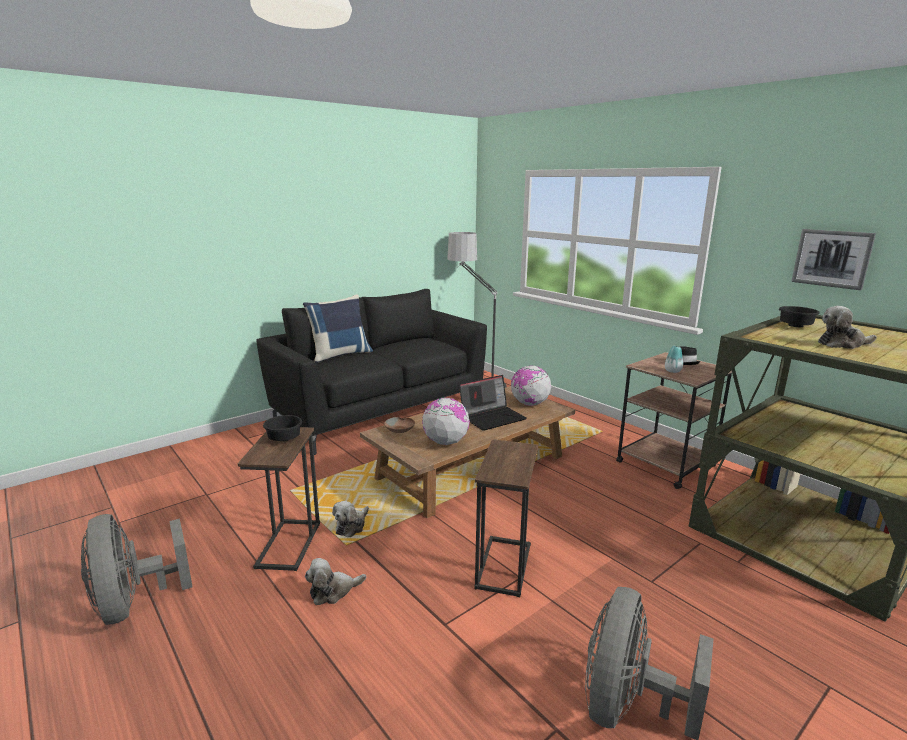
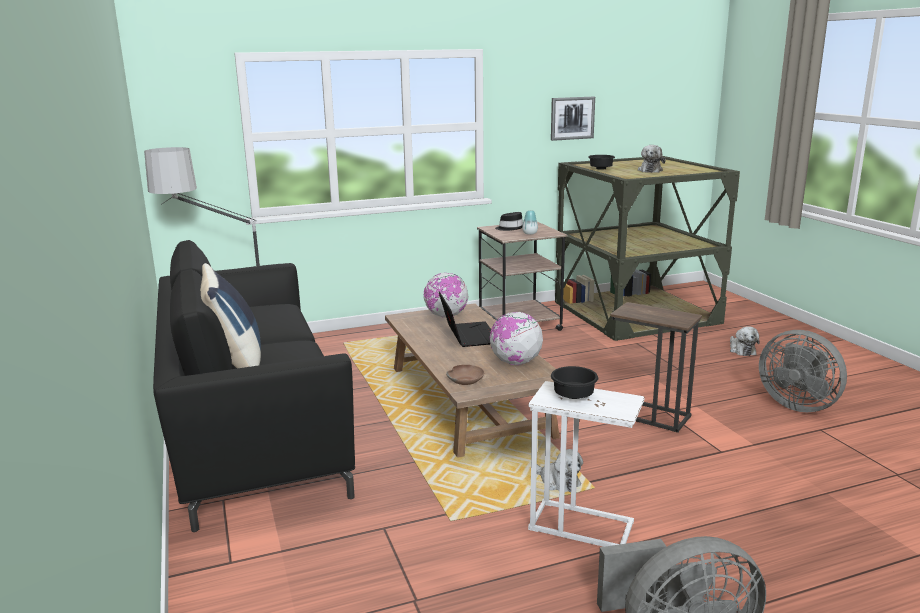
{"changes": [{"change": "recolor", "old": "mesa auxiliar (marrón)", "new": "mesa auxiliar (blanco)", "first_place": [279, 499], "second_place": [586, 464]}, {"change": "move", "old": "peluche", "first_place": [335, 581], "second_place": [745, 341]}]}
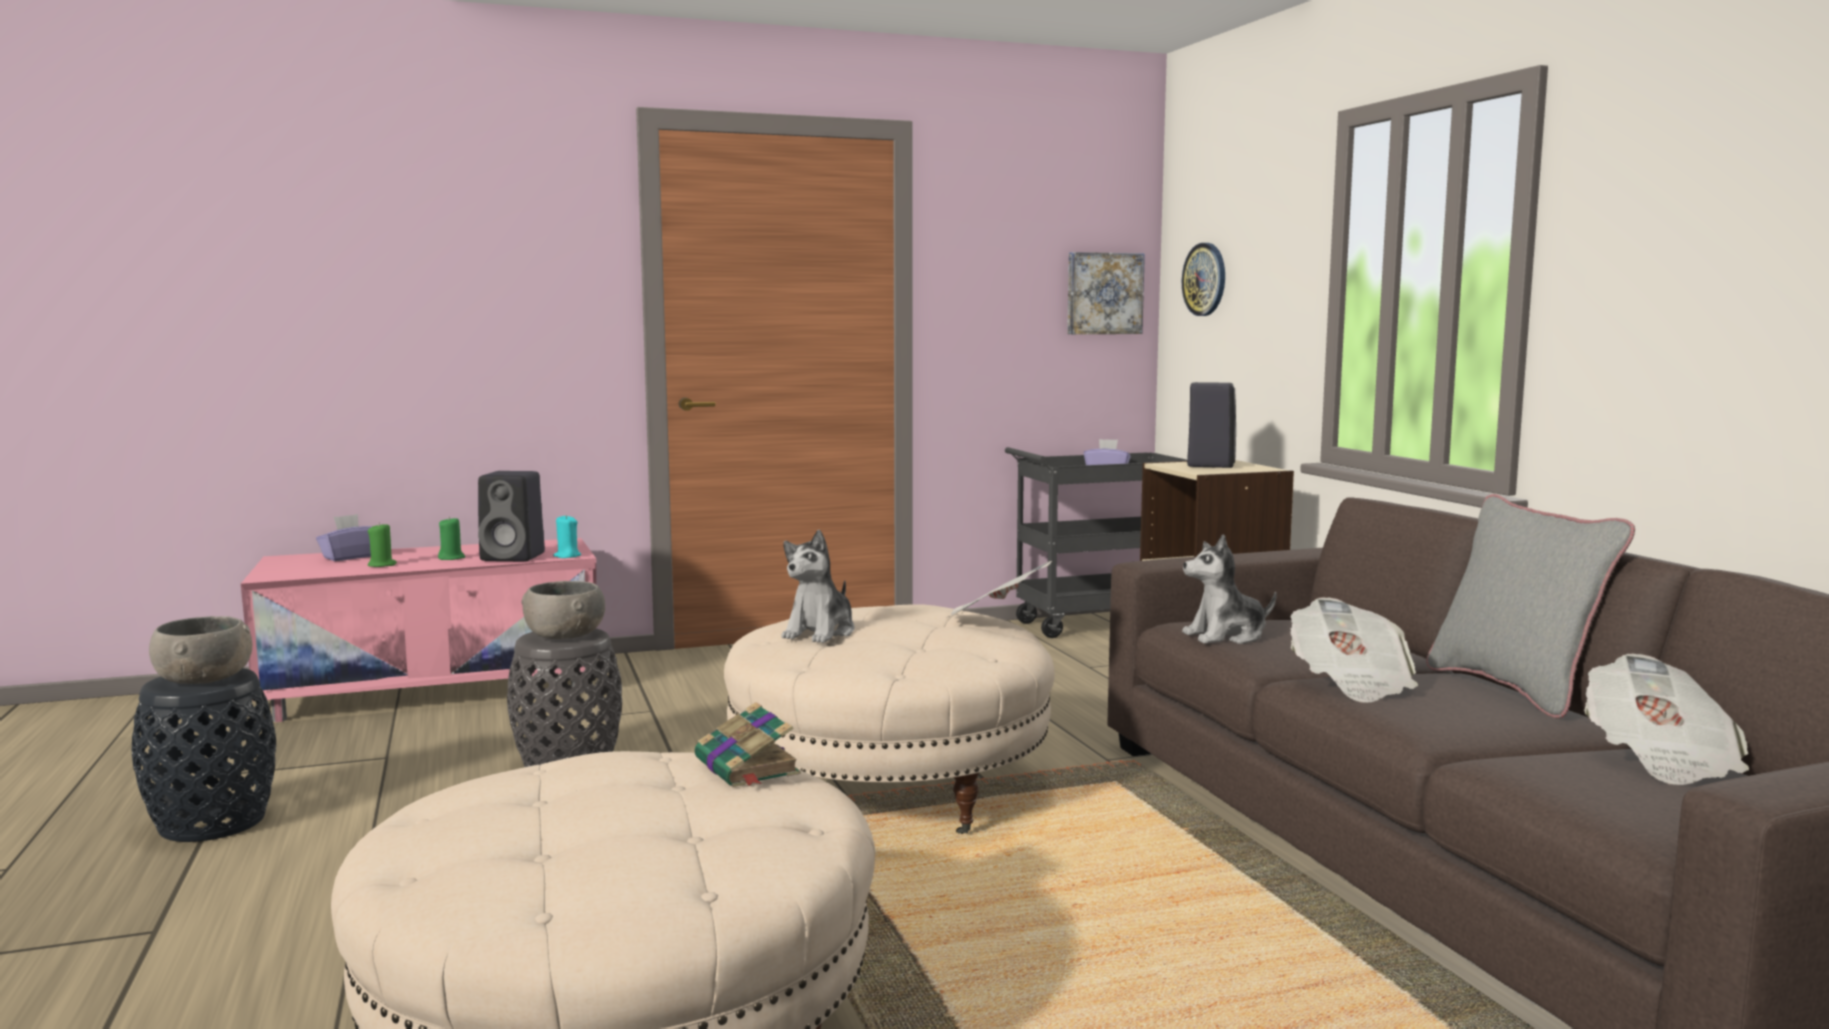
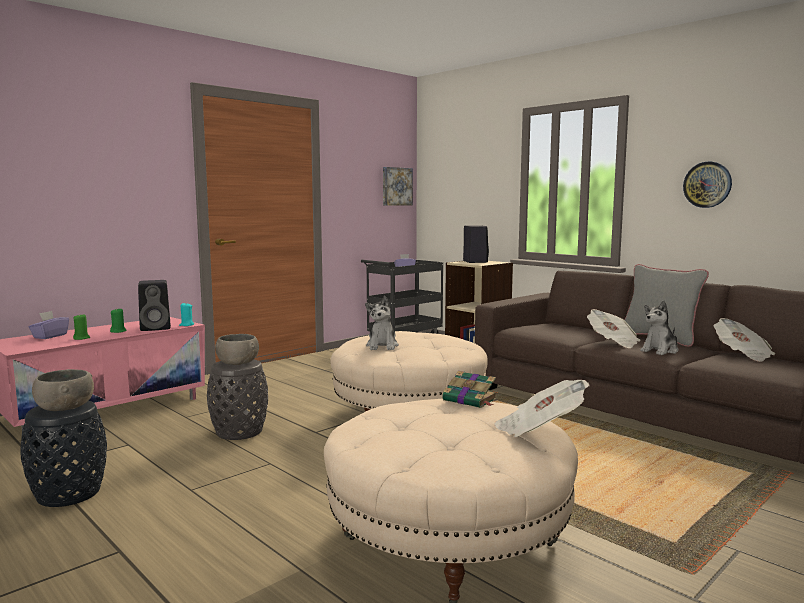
{"changes": [{"change": "move", "old": "reloj de pared", "first_place": [1203, 279], "second_place": [707, 184]}, {"change": "move", "old": "peluche", "first_place": [1229, 589], "second_place": [659, 328]}, {"change": "move", "old": "periódico", "first_place": [1001, 588], "second_place": [542, 408]}]}
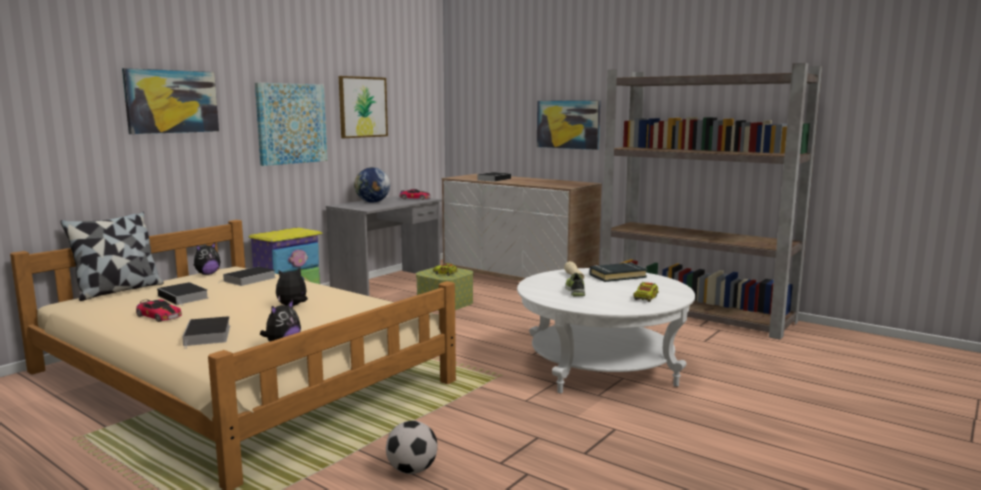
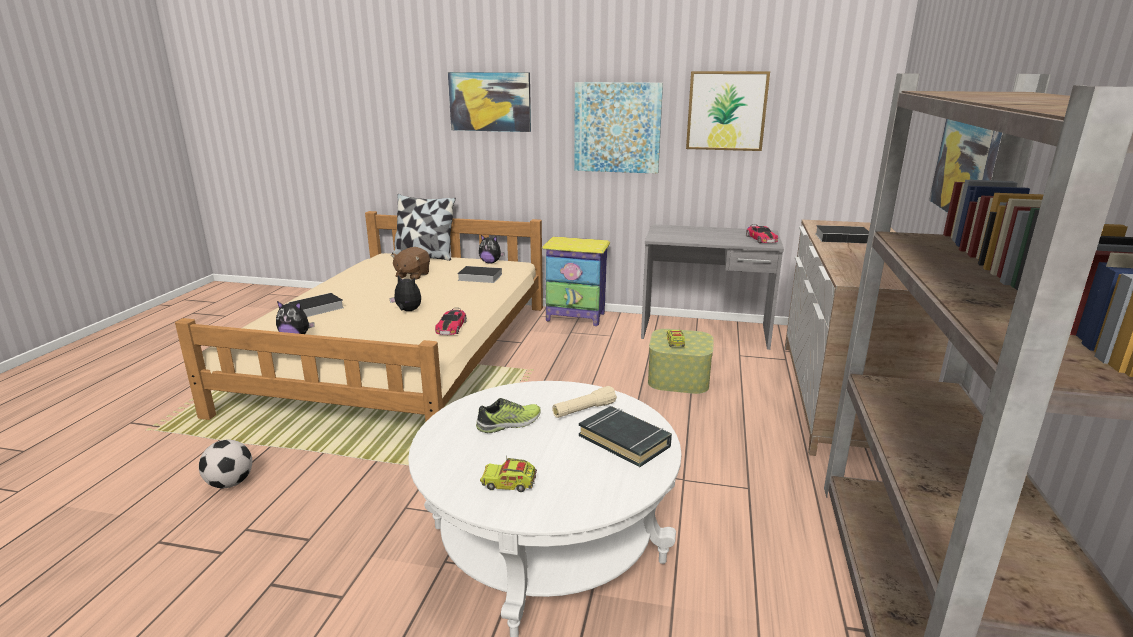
{"changes": [{"change": "delete", "old": "globo terráqueo", "first_place": [372, 185]}, {"change": "replace", "old": "libro", "new": "peluche (marrón)", "first_place": [182, 294], "second_place": [410, 263]}, {"change": "move", "old": "coche de juguete", "first_place": [159, 310], "second_place": [451, 321]}]}
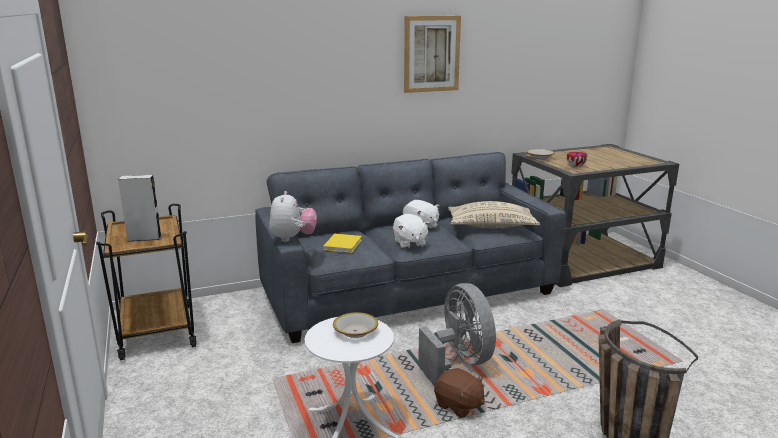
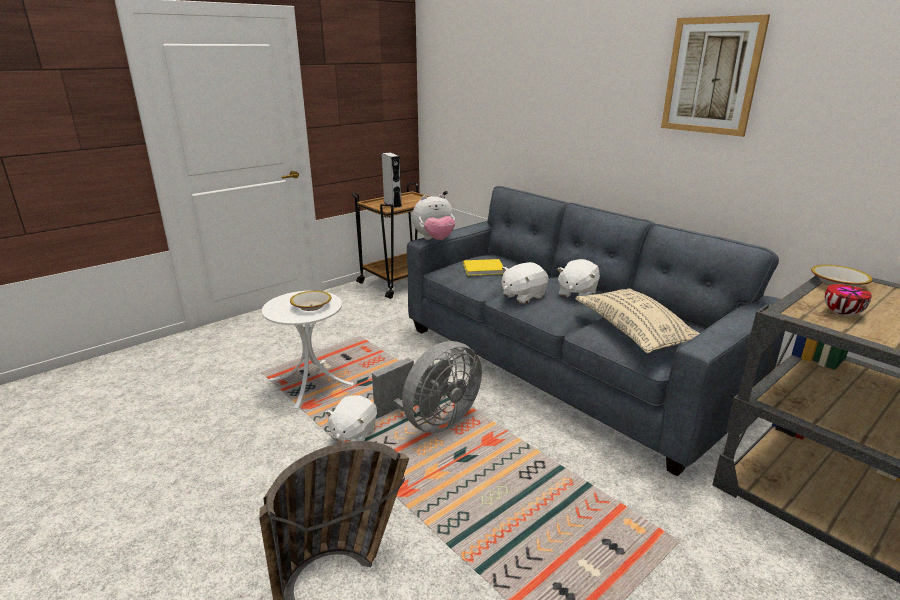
{"changes": [{"change": "recolor", "old": "peluche (marrón)", "new": "peluche (blanco)", "first_place": [459, 393], "second_place": [351, 418]}]}
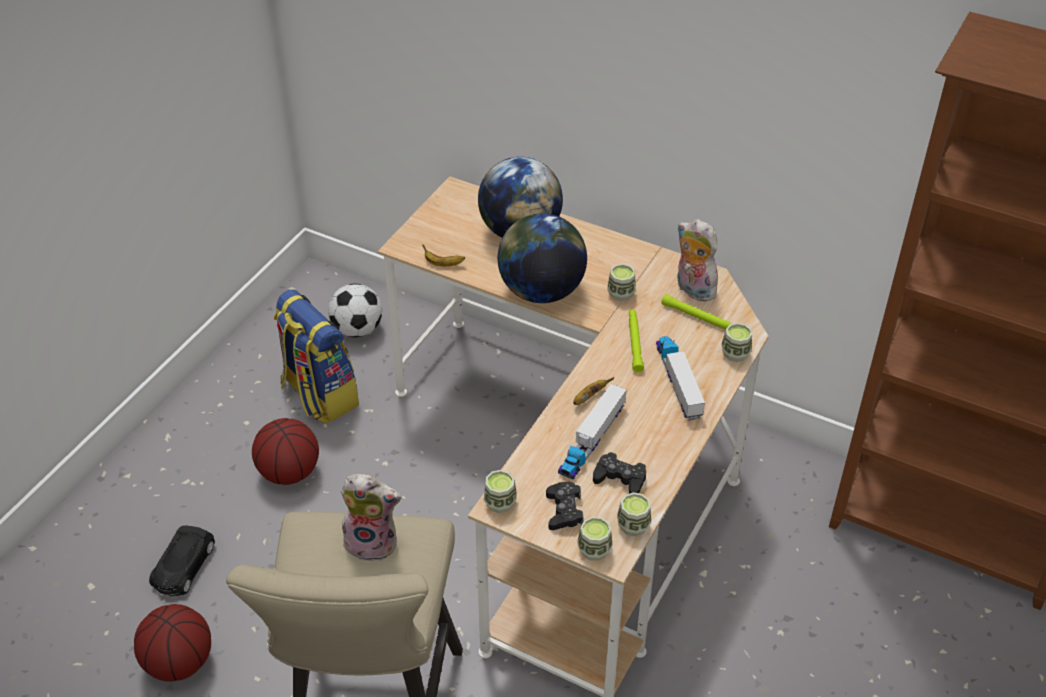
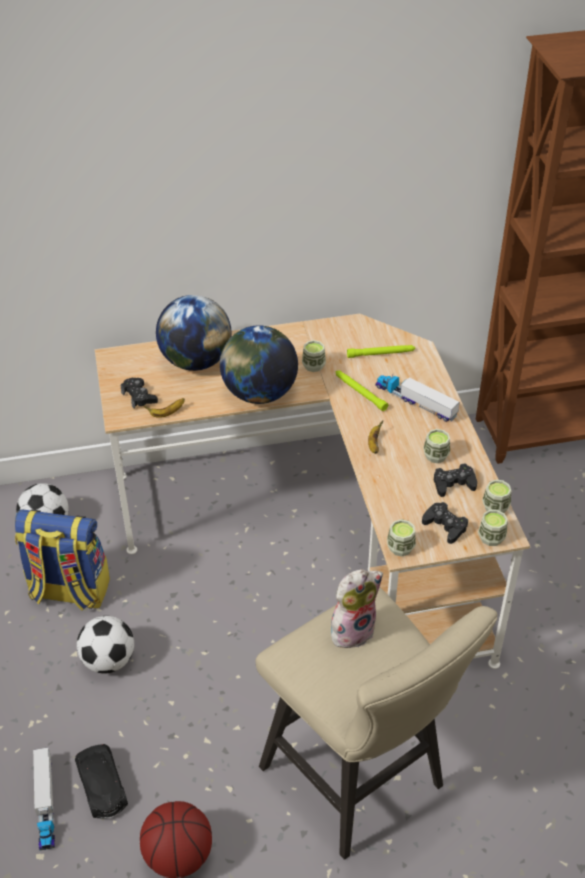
{"changes": [{"change": "delete", "old": "peluche", "first_place": [697, 260]}, {"change": "move", "old": "taza", "first_place": [737, 342], "second_place": [436, 446]}, {"change": "move", "old": "camión de juguete", "first_place": [592, 432], "second_place": [44, 799]}, {"change": "replace", "old": "balón de baloncesto", "new": "balón de fútbol", "first_place": [285, 451], "second_place": [105, 645]}, {"change": "insert", "new": "mando de consola (negro)", "second_place": [139, 393]}]}
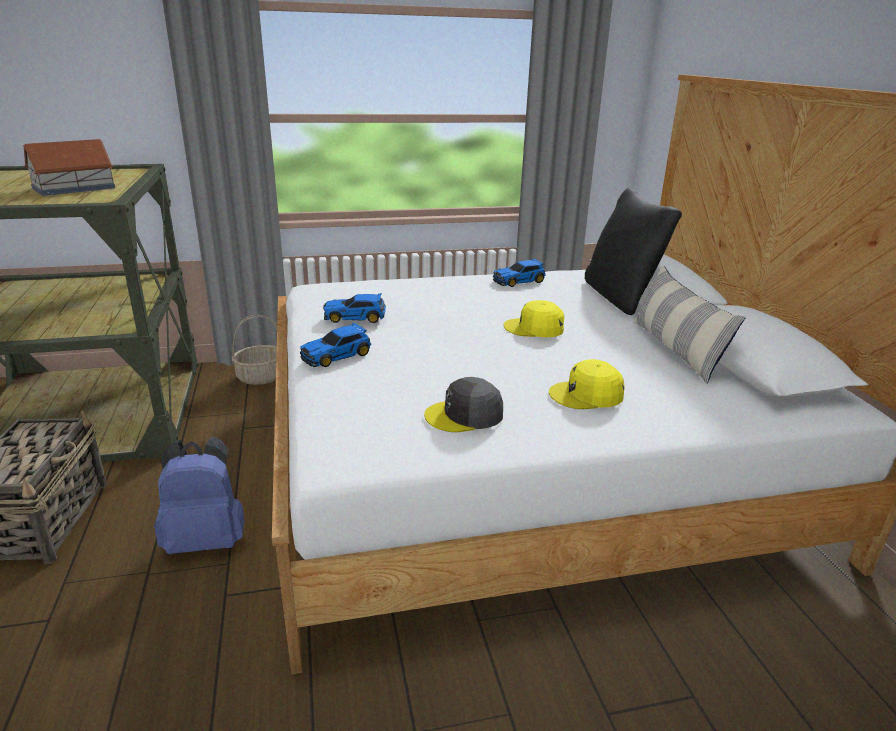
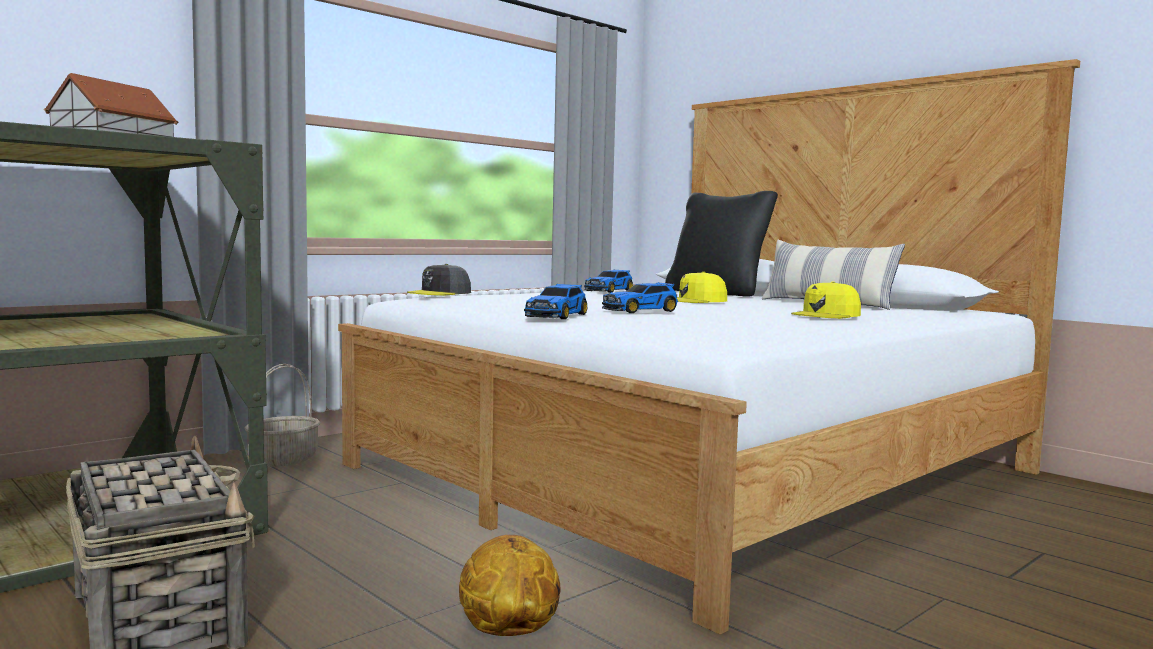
{"changes": [{"change": "move", "old": "coche de juguete", "first_place": [354, 308], "second_place": [640, 297]}, {"change": "move", "old": "gorra (gris)", "first_place": [463, 404], "second_place": [439, 280]}, {"change": "delete", "old": "mochila (azul)", "first_place": [199, 495]}, {"change": "insert", "new": "balón de baloncesto", "second_place": [510, 585]}]}
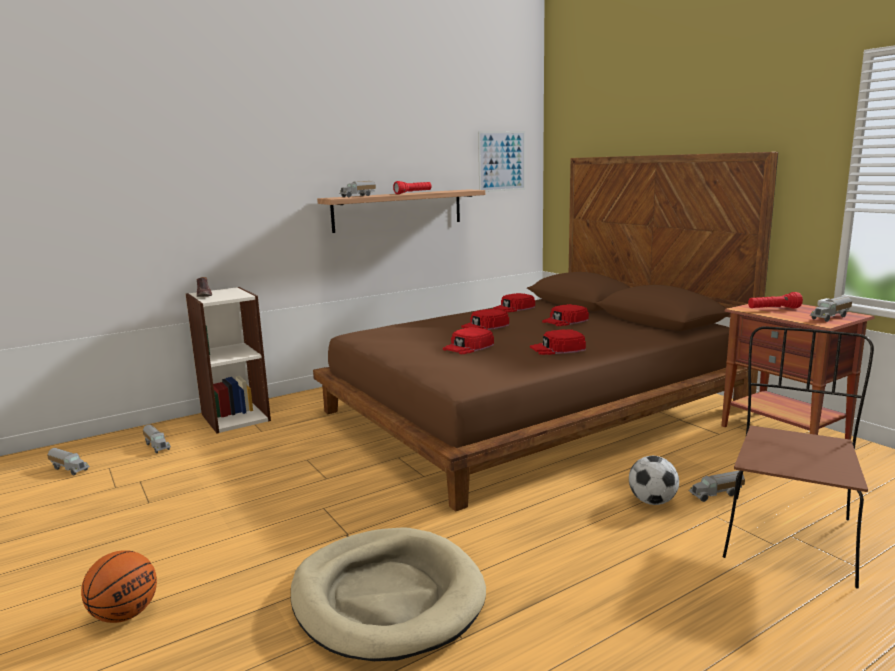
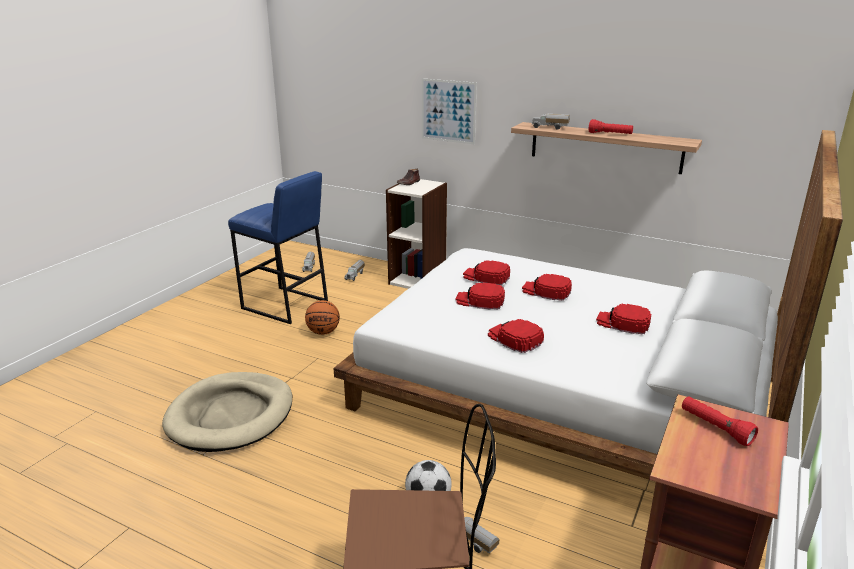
{"changes": [{"change": "move", "old": "cuadro", "first_place": [501, 161], "second_place": [449, 111]}, {"change": "recolor", "old": "cama (marrón)", "new": "cama (blanco)", "first_place": [545, 332], "second_place": [588, 305]}, {"change": "move", "old": "gorra (rojo)", "first_place": [514, 303], "second_place": [486, 272]}, {"change": "delete", "old": "camión de juguete", "first_place": [831, 309]}, {"change": "move", "old": "balón de baloncesto", "first_place": [119, 586], "second_place": [322, 317]}, {"change": "insert", "new": "taburete (azul)", "second_place": [278, 247]}]}
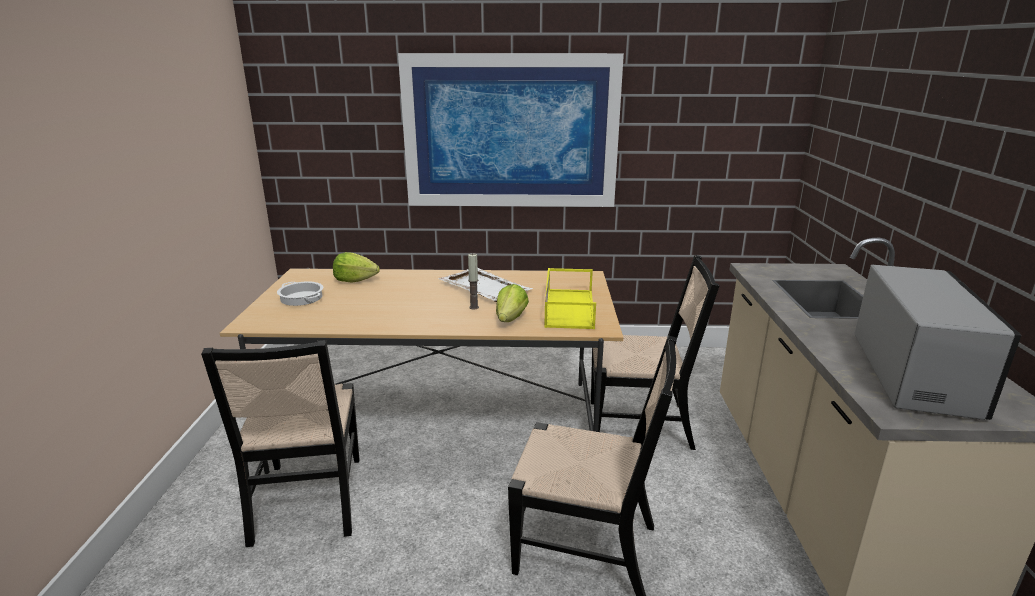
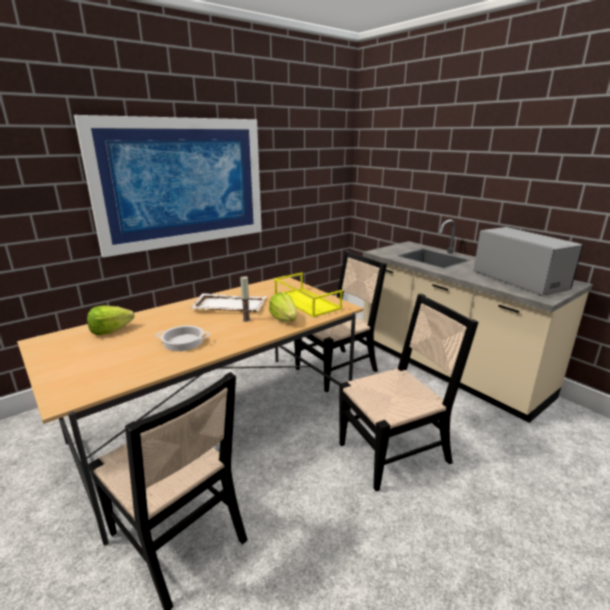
{"changes": [{"change": "move", "old": "olla", "first_place": [300, 293], "second_place": [183, 338]}]}
